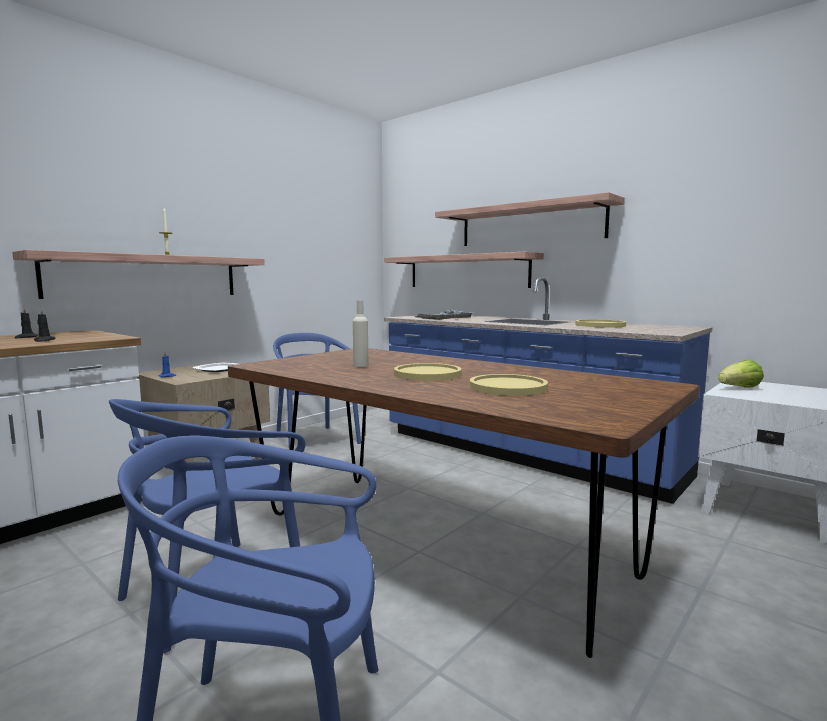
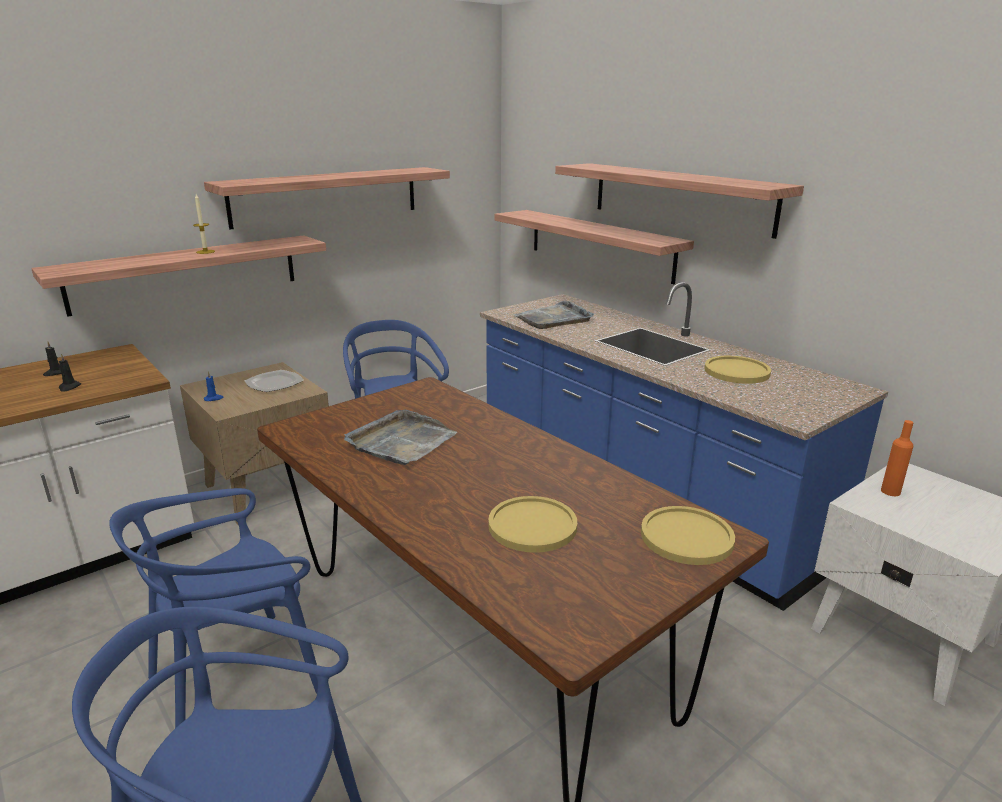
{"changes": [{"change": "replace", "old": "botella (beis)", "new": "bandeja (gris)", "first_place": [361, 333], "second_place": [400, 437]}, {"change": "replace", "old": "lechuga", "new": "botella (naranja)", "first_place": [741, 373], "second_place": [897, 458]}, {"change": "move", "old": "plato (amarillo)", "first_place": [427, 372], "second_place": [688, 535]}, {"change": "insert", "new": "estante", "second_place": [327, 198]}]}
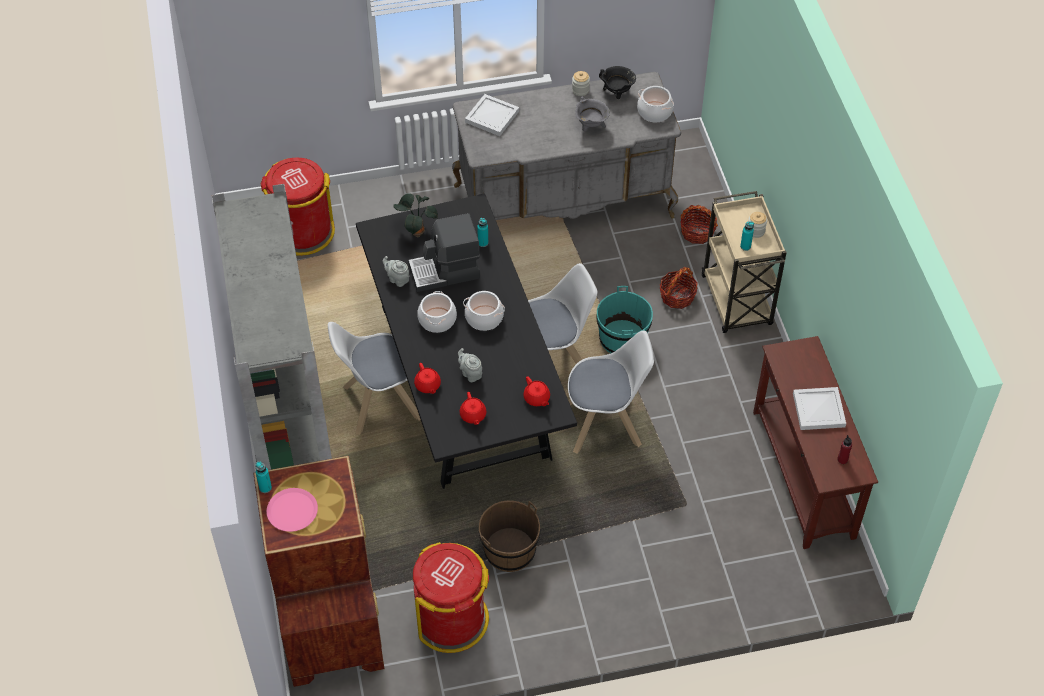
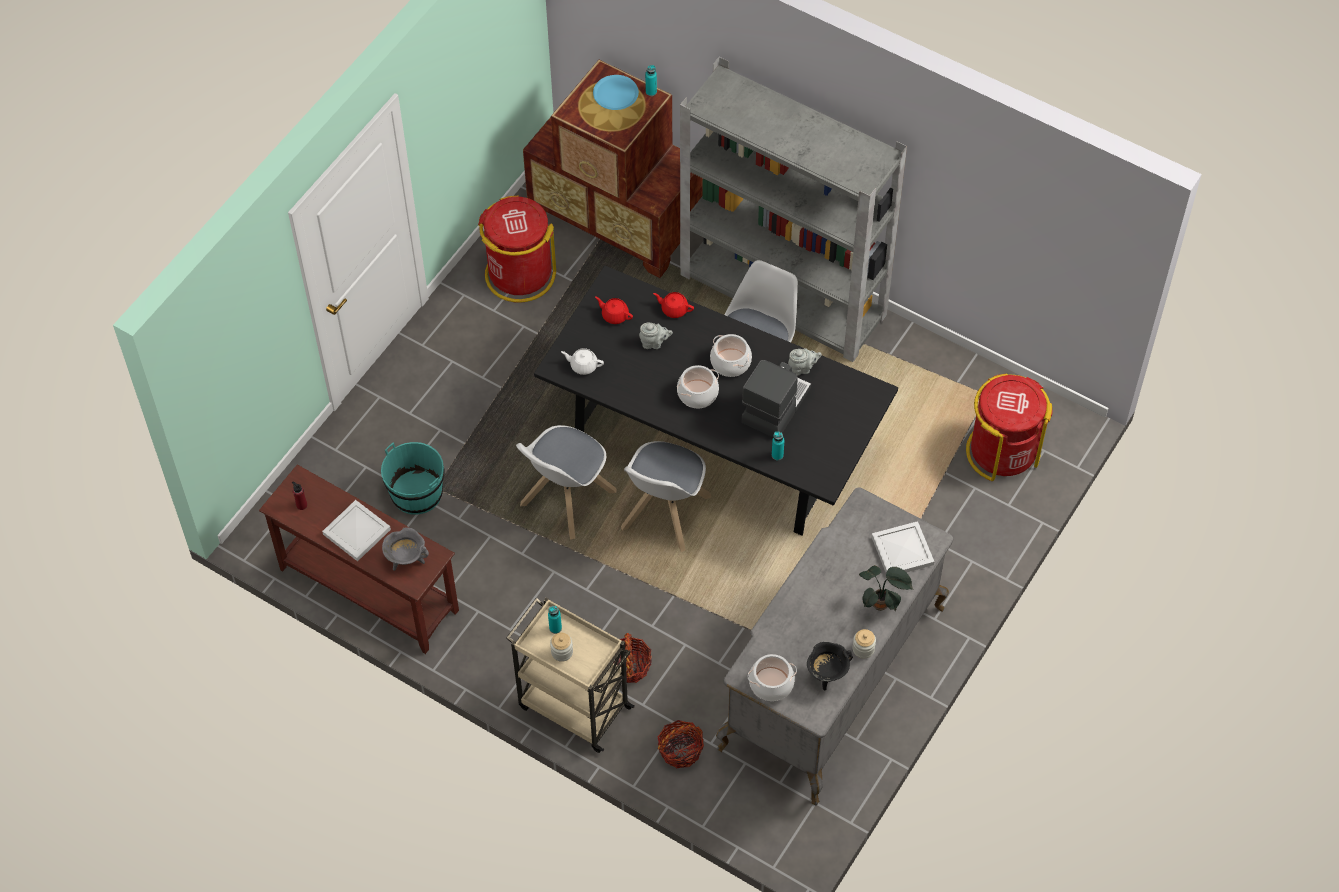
{"changes": [{"change": "move", "old": "olla (gris)", "first_place": [592, 113], "second_place": [405, 549]}, {"change": "move", "old": "planta en maceta", "first_place": [415, 215], "second_place": [886, 588]}, {"change": "move", "old": "cubo (turquesa)", "first_place": [624, 319], "second_place": [412, 478]}, {"change": "recolor", "old": "tetera (rojo)", "new": "tetera (blanco)", "first_place": [536, 391], "second_place": [582, 361]}, {"change": "recolor", "old": "plato (rosa)", "new": "plato (azul)", "first_place": [292, 510], "second_place": [616, 92]}, {"change": "delete", "old": "cubo (marrón)", "first_place": [509, 536]}]}
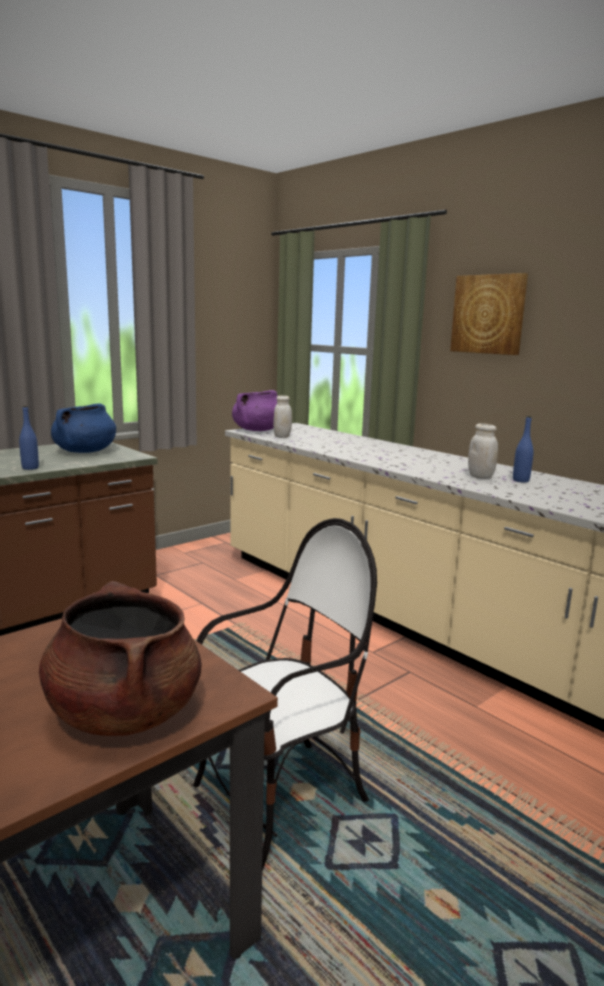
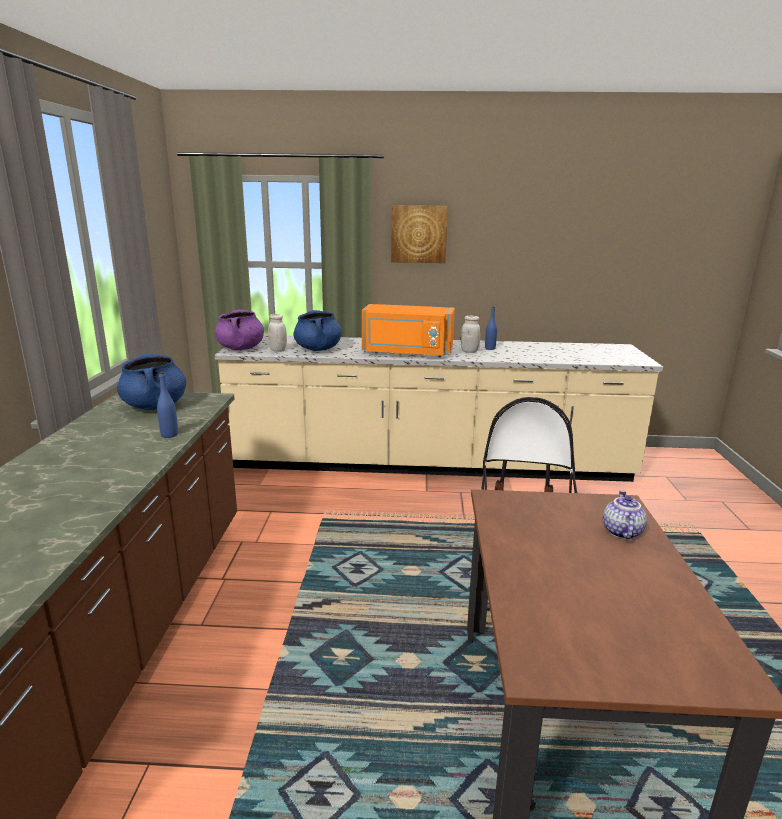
{"changes": [{"change": "replace", "old": "olla (marrón)", "new": "tetera", "first_place": [120, 658], "second_place": [625, 514]}, {"change": "insert", "new": "microondas (naranja)", "second_place": [408, 330]}, {"change": "insert", "new": "olla (azul)", "second_place": [317, 330]}]}
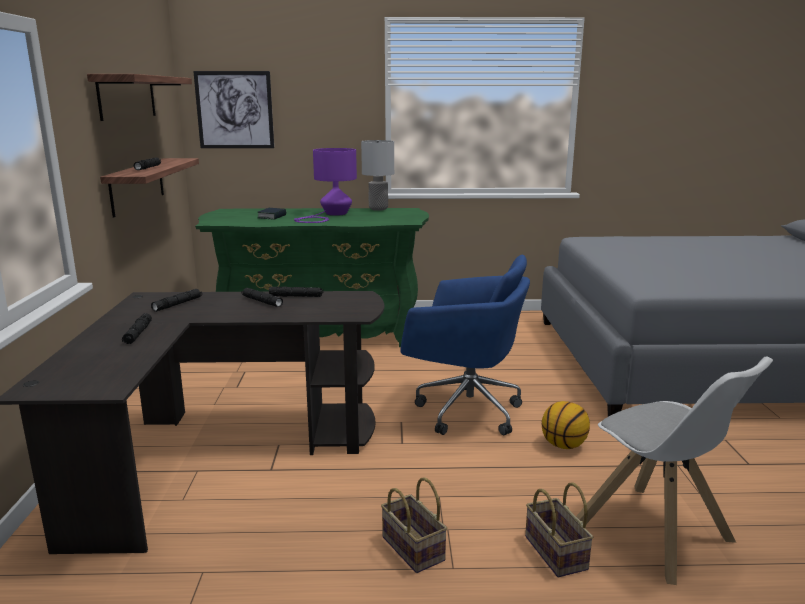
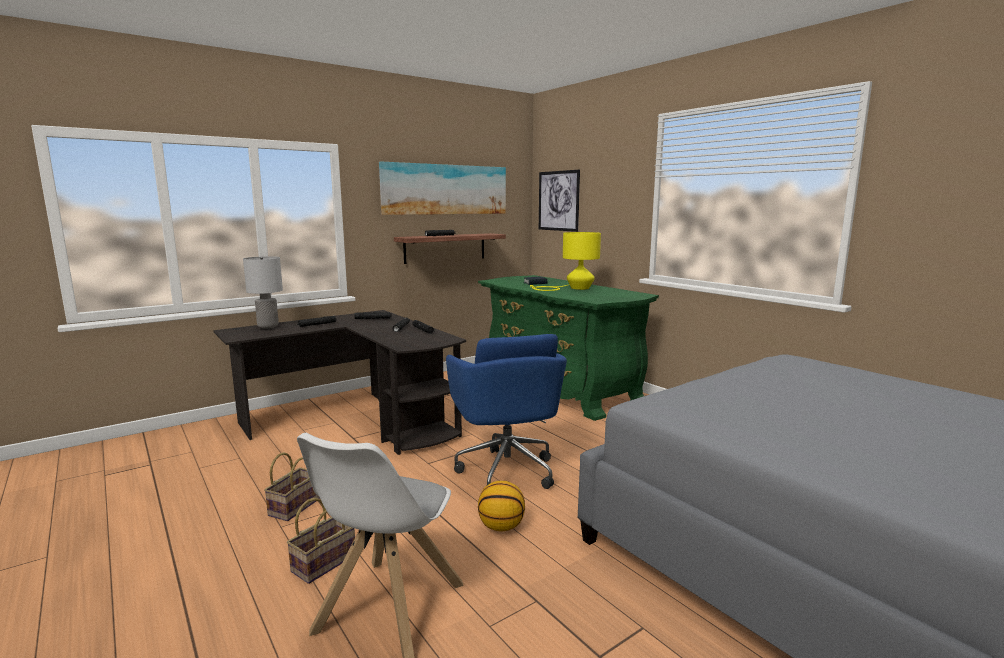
{"changes": [{"change": "replace", "old": "estante", "new": "cuadro", "first_place": [139, 97], "second_place": [442, 188]}, {"change": "move", "old": "lámpara de mesa (gris)", "first_place": [377, 175], "second_place": [263, 292]}, {"change": "recolor", "old": "lámpara de mesa (morado)", "new": "lámpara de mesa (amarillo)", "first_place": [325, 185], "second_place": [565, 261]}]}
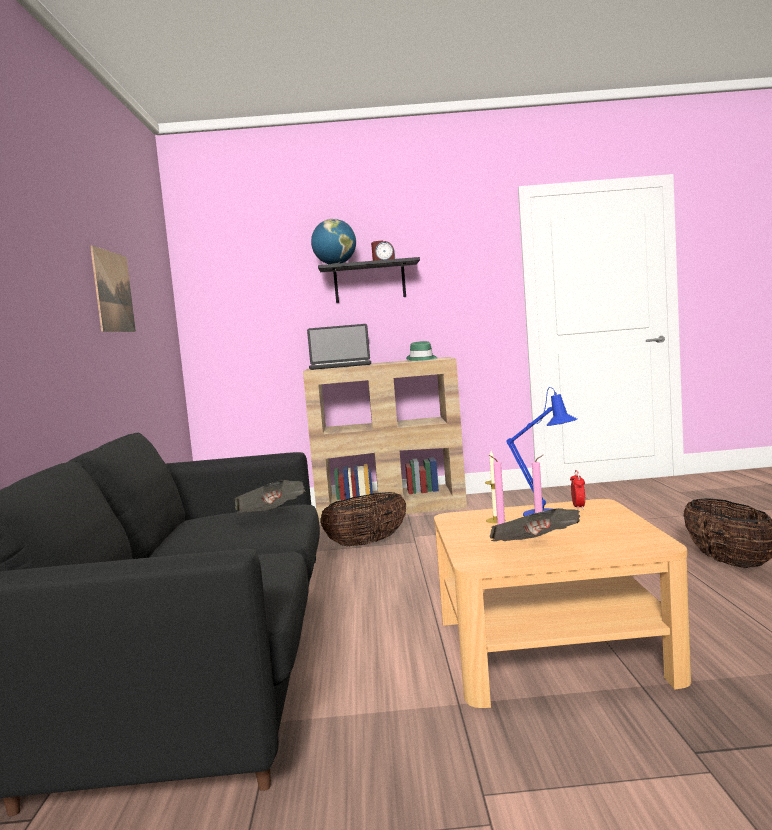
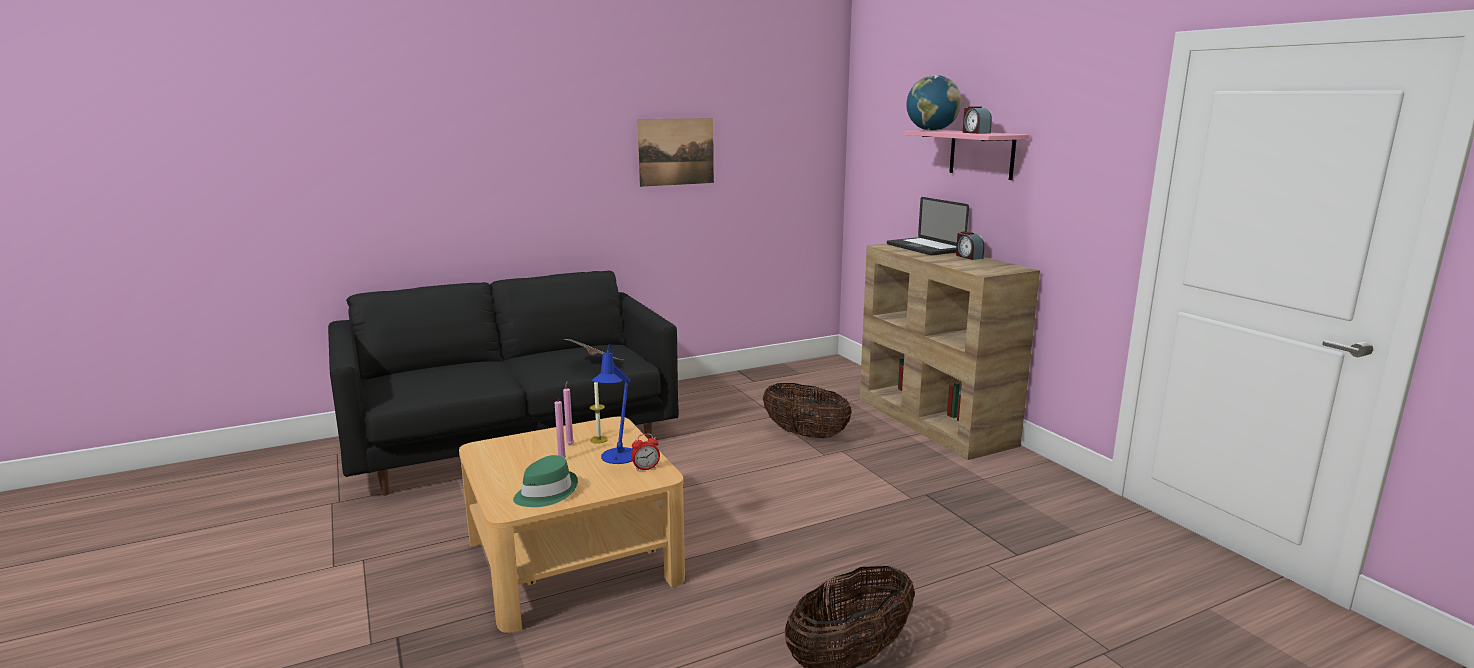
{"changes": [{"change": "recolor", "old": "estante (negro)", "new": "estante (rosa)", "first_place": [369, 280], "second_place": [967, 155]}, {"change": "move", "old": "sombrero (verde)", "first_place": [421, 351], "second_place": [545, 481]}, {"change": "delete", "old": "periódico", "first_place": [535, 524]}, {"change": "insert", "new": "despertador", "second_place": [970, 245]}]}
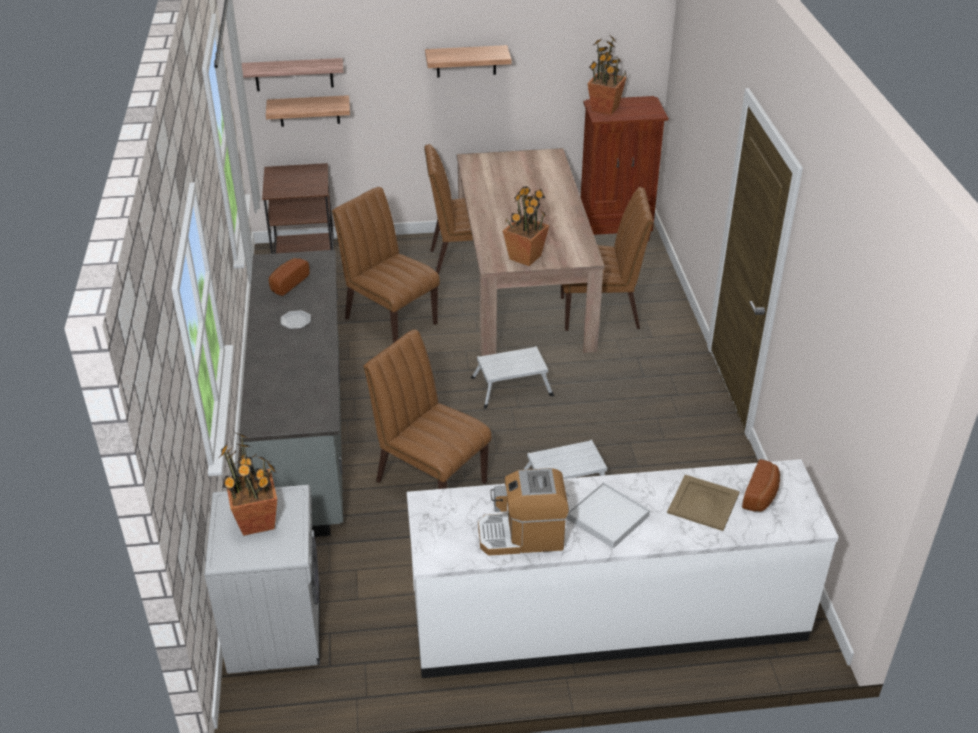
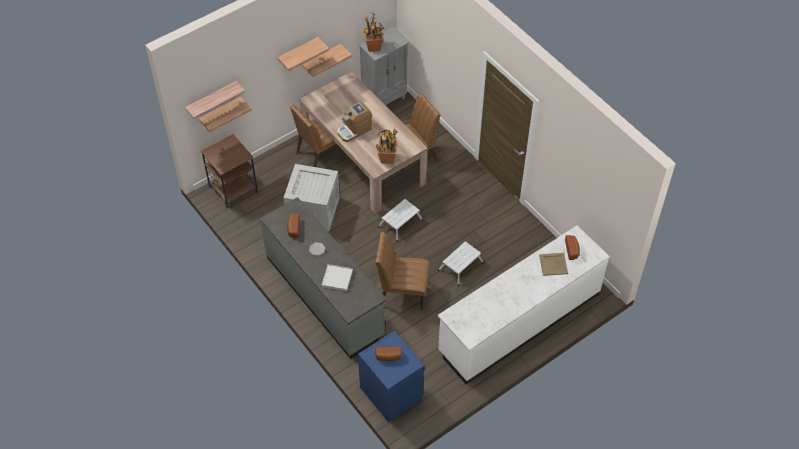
{"changes": [{"change": "recolor", "old": "armario (marrón)", "new": "armario (gris)", "first_place": [624, 168], "second_place": [384, 65]}, {"change": "replace", "old": "silla (marrón)", "new": "caja de embalaje", "first_place": [386, 265], "second_place": [311, 198]}, {"change": "replace", "old": "planta en maceta", "new": "pan", "first_place": [249, 484], "second_place": [388, 354]}, {"change": "move", "old": "cafetera", "first_place": [523, 512], "second_place": [354, 122]}, {"change": "move", "old": "bandeja (blanco)", "first_place": [608, 515], "second_place": [337, 278]}, {"change": "recolor", "old": "lavadora (blanco)", "new": "lavadora (azul)", "first_place": [262, 579], "second_place": [391, 377]}, {"change": "insert", "new": "estante", "second_place": [327, 60]}]}
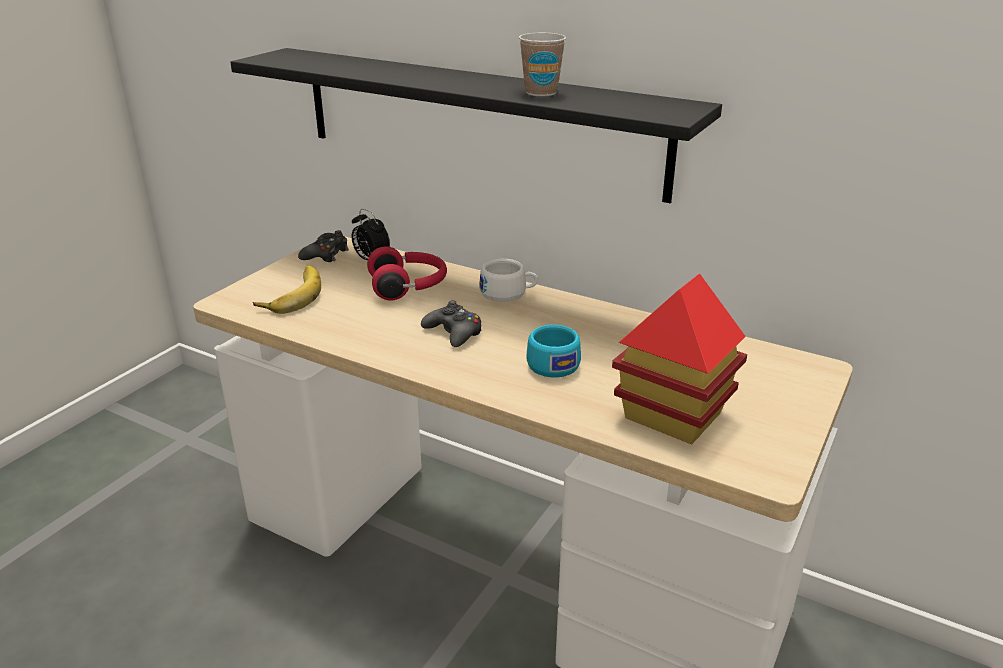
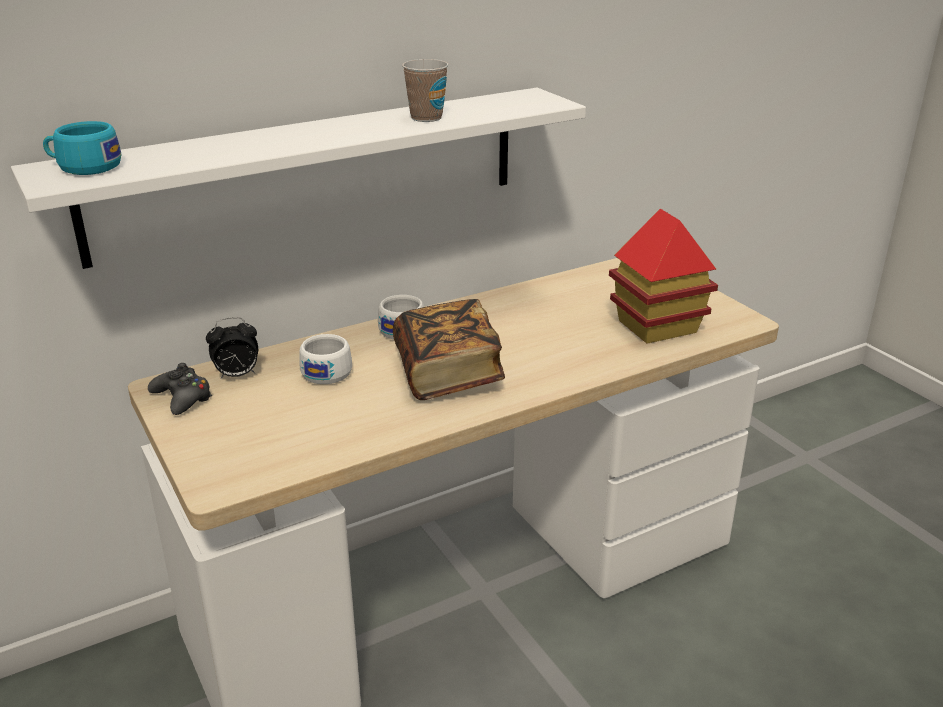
{"changes": [{"change": "recolor", "old": "estante (negro)", "new": "estante (blanco)", "first_place": [476, 125], "second_place": [298, 178]}, {"change": "replace", "old": "auriculares (rojo)", "new": "taza (blanco)", "first_place": [407, 273], "second_place": [325, 359]}, {"change": "delete", "old": "plátano", "first_place": [287, 290]}, {"change": "replace", "old": "mando de consola (negro)", "new": "libro", "first_place": [451, 323], "second_place": [449, 349]}, {"change": "move", "old": "taza (turquesa)", "first_place": [554, 351], "second_place": [82, 148]}]}
